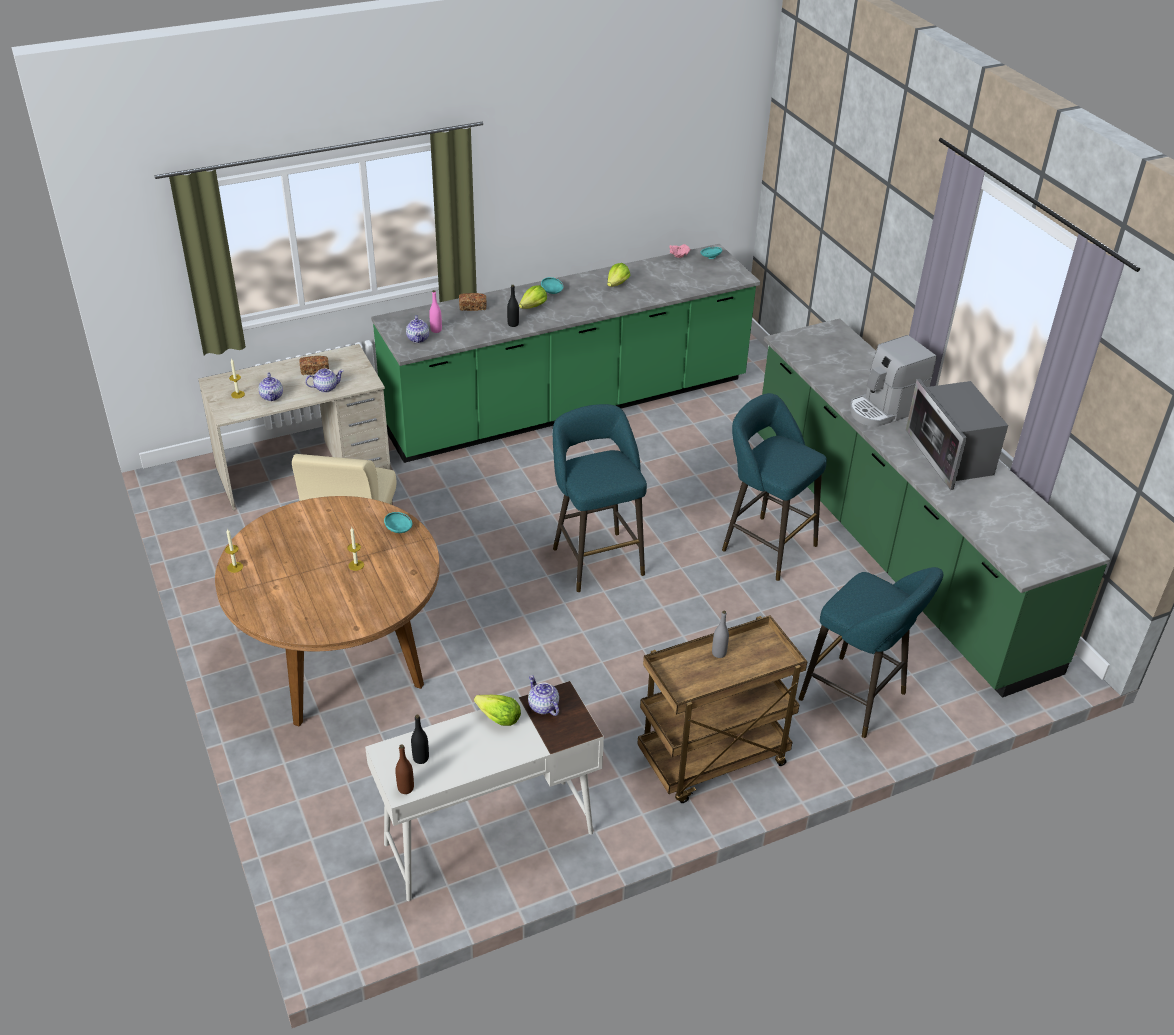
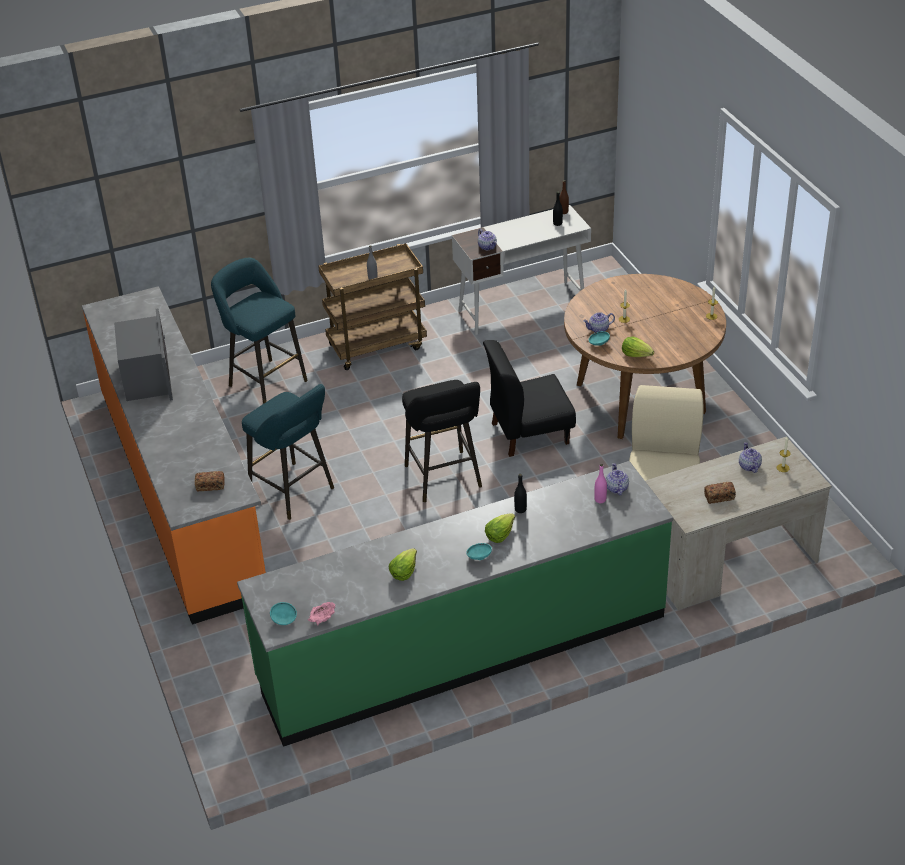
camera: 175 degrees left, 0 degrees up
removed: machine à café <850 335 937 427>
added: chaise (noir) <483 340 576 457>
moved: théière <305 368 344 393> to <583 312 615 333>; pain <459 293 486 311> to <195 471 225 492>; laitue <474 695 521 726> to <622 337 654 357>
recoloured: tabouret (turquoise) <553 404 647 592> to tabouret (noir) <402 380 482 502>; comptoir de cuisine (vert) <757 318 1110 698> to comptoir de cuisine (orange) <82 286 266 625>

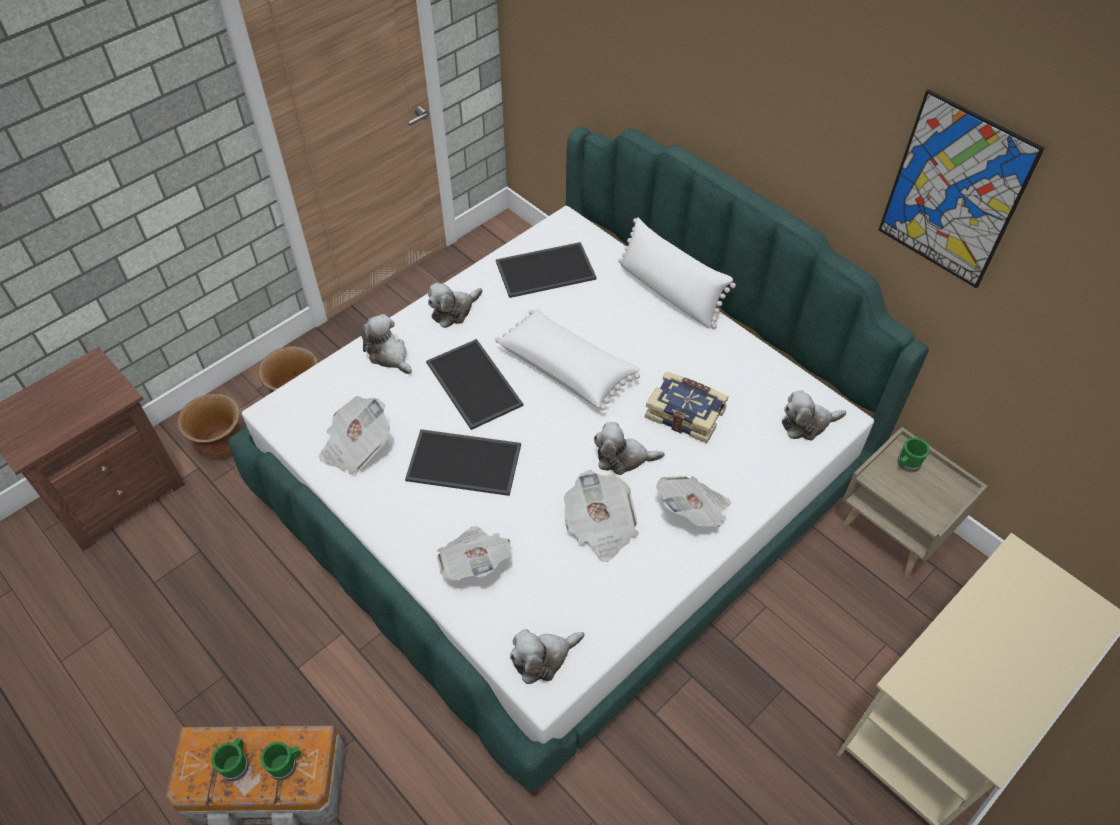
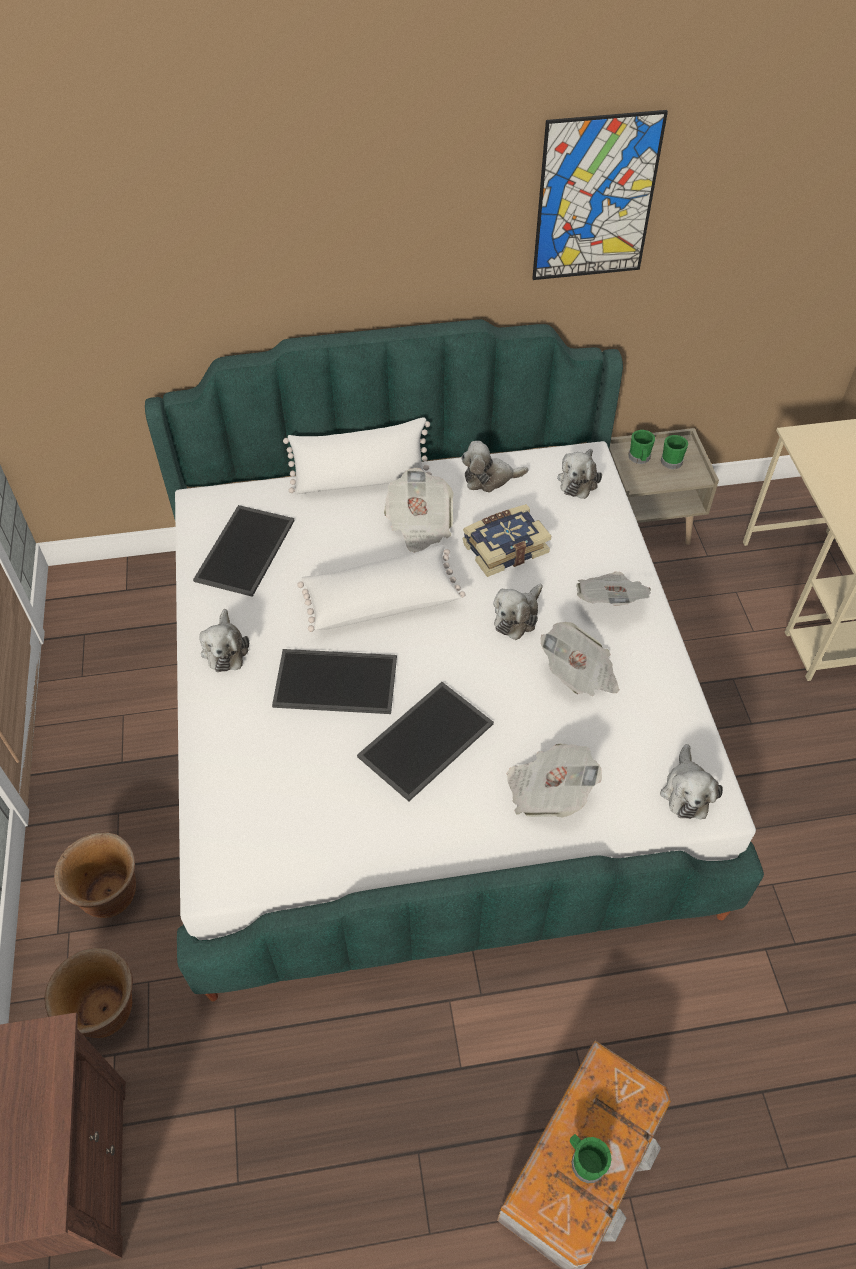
camera: 55 degrees left, 0 degrees up
moved: mug (vert) <260 741 301 781> to <661 435 688 469>; journal <319 396 390 475> to <384 468 453 553>; peluche <361 314 412 374> to <461 441 528 492>

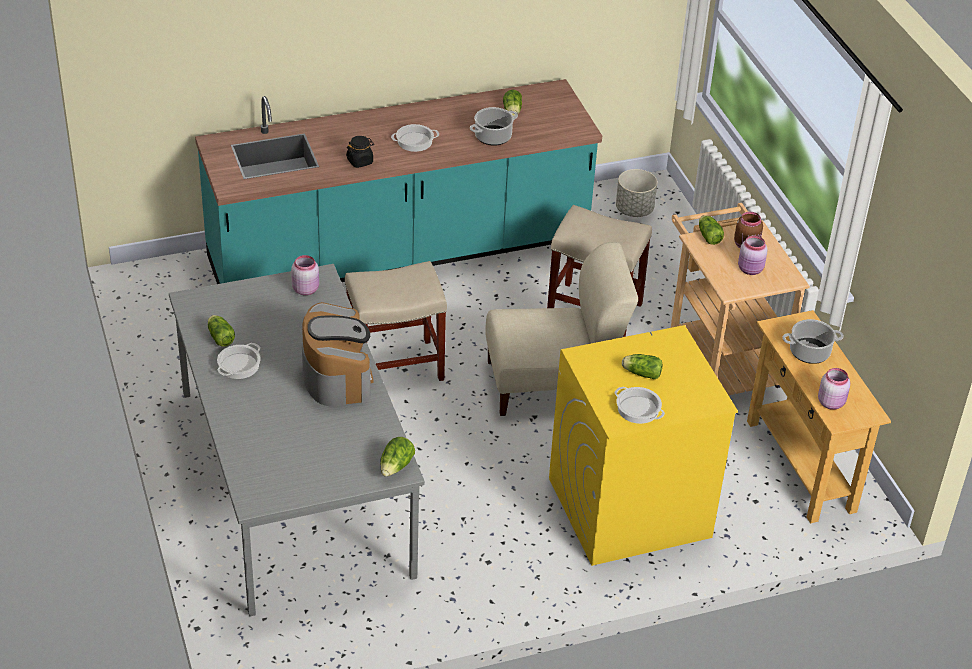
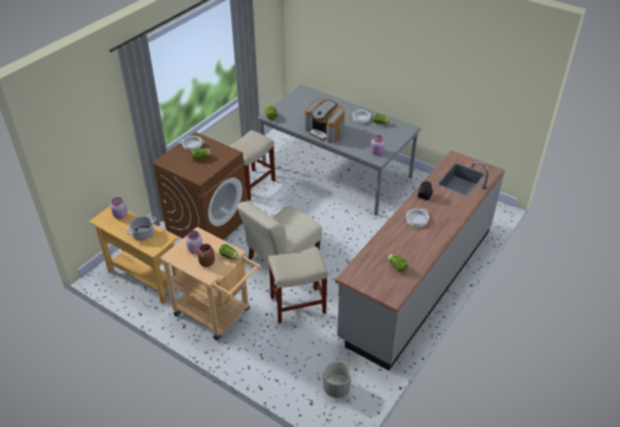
camera: 145 degrees right, 0 degrees up
removed: marmite <470 107 518 146>
moved: tabouret (beige) <345 261 447 381> to <229 130 275 201>
recoloured: comptoir de cuisine (turquoise) <195 79 602 284> to comptoir de cuisine (gris) <335 150 505 371>; lave-linge (jaune) <549 325 738 566> to lave-linge (marron) <152 132 247 240>

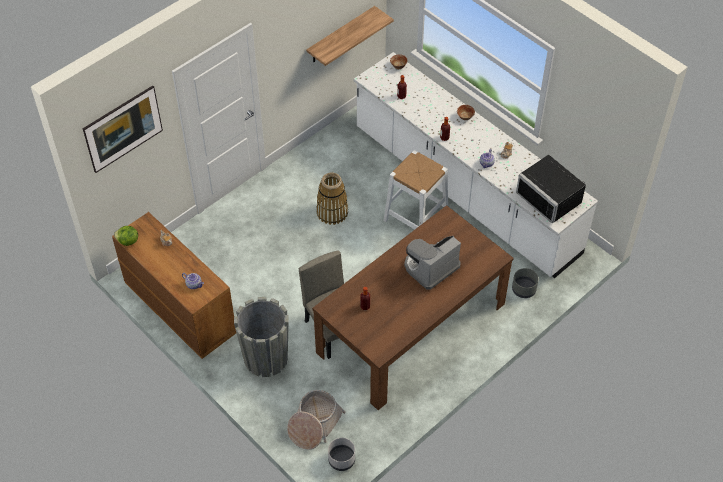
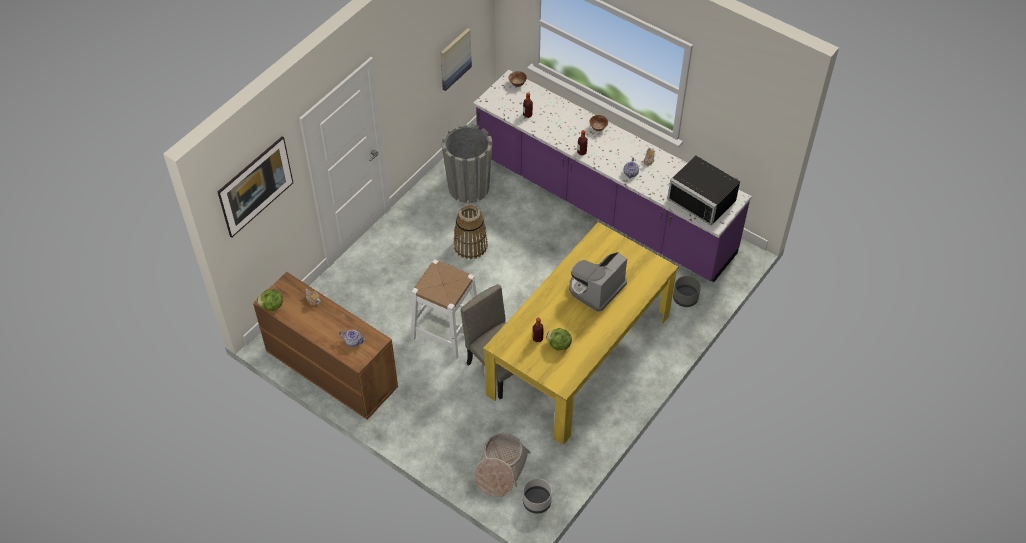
camera: 10 degrees left, 0 degrees up
added: laitue <546 328 572 350>
moved: cache-pot (gris) <234 297 289 377> to <441 124 493 203>; tabouret (blanc) <384 150 448 229> to <411 259 477 360>
replaced: étagère <306 6 394 66> to tableau <440 28 472 91>
recoloured: table à manger (marron) <312 205 514 410> to table à manger (jaune) <483 222 678 445>; comptoir de cuisine (blanc) <354 52 598 278> to comptoir de cuisine (violet) <473 70 752 282>

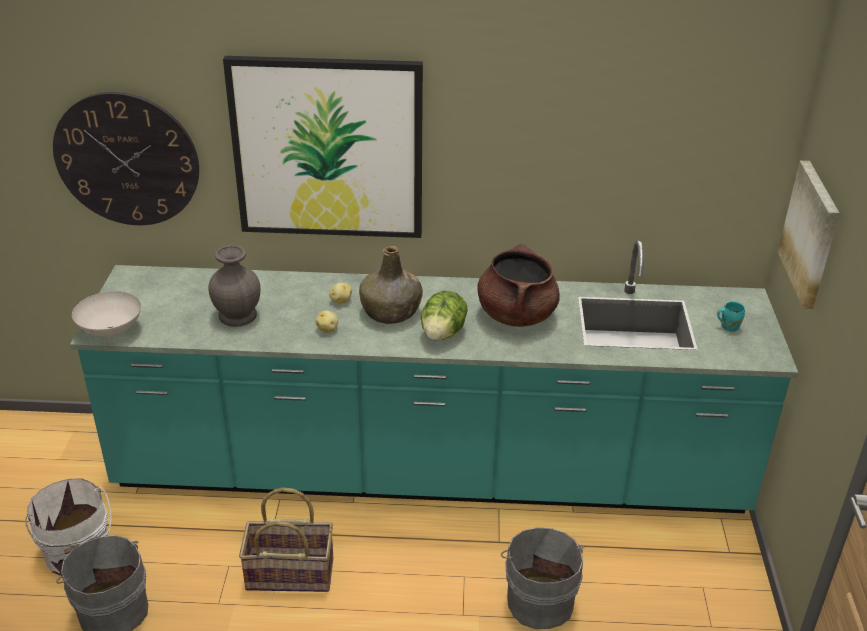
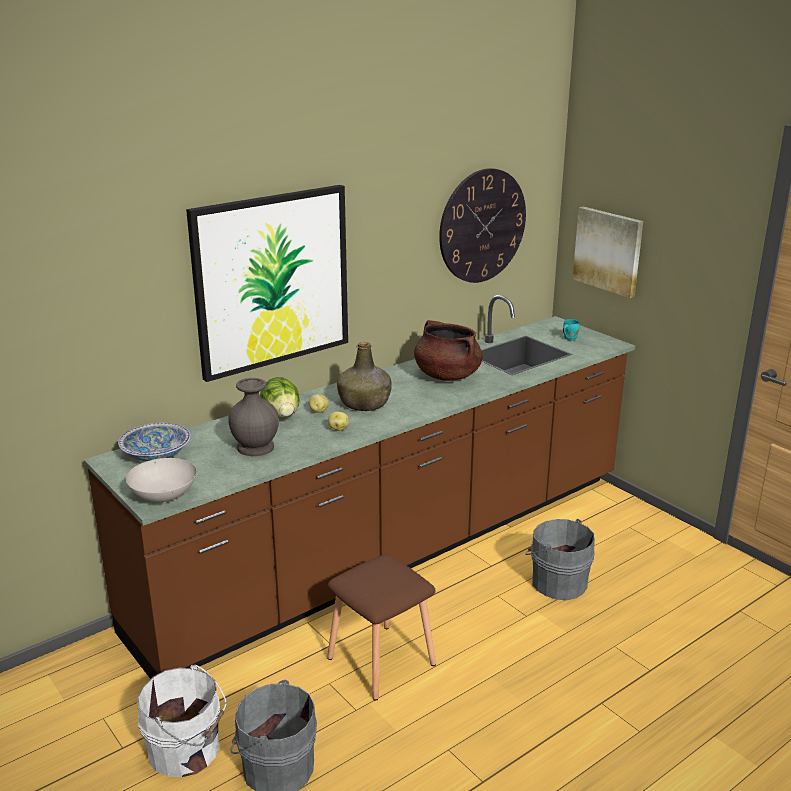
camera: 40 degrees left, 10 degrees down
added: bol <118 423 190 461>
moved: horloge murale <53 92 199 225> to <439 168 526 283>; laitue <421 291 468 341> to <260 377 300 418>
replaced: panier <239 487 333 592> to tabouret (marron) <327 554 436 701>
recoloured: comptoir de cuisine (turquoise) <70 240 798 513> to comptoir de cuisine (marron) <84 295 635 679>

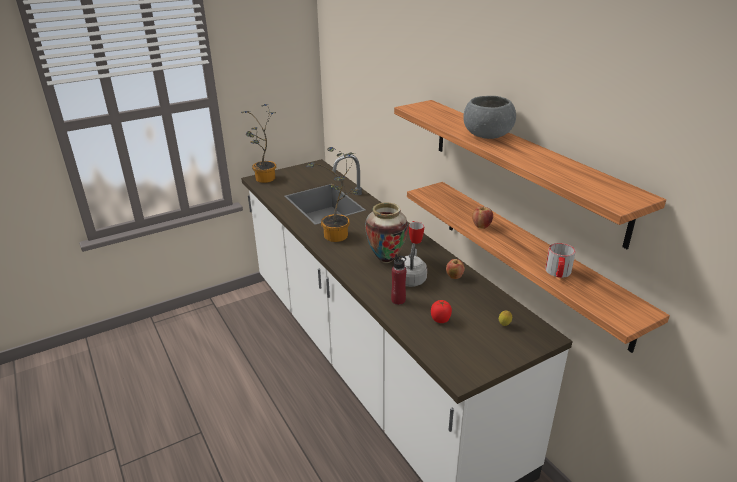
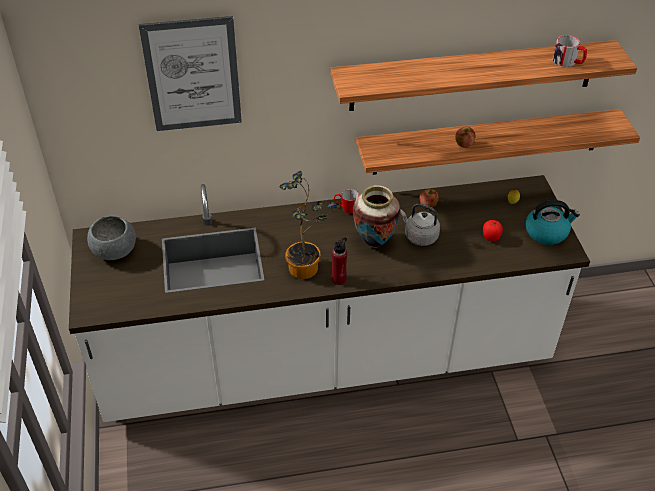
camera: 70 degrees left, 15 degrees up
removed: plante en pot <241 104 276 183>
added: tableau <139 16 242 131>; bouilloire <525 200 580 245>
moved: bouteille (rouge) <391 254 406 305> to <331 238 347 285>; bol (gris) <463 96 516 139> to <87 216 136 260>; mug <545 243 576 278> to <553 35 587 67>

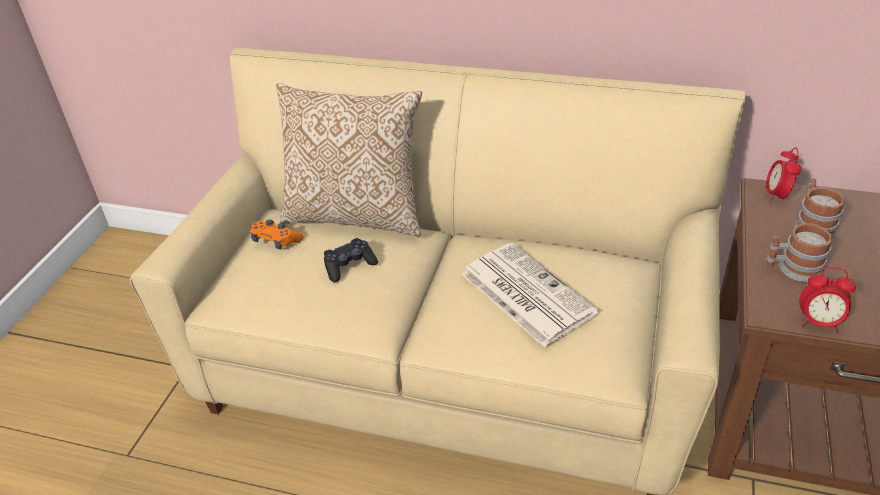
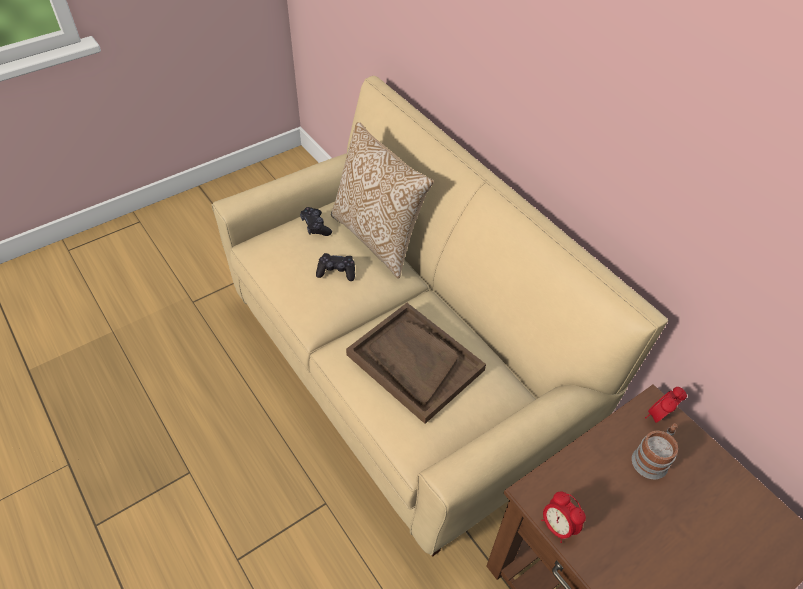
camera: 35 degrees right, 10 degrees up
removed: mug <767 223 833 282>
replaced: journal <462 243 598 347> to plateau (marron) <346 303 486 424>
recoloured: manette (orange) <250 219 303 250> to manette (noir) <300 207 332 236>

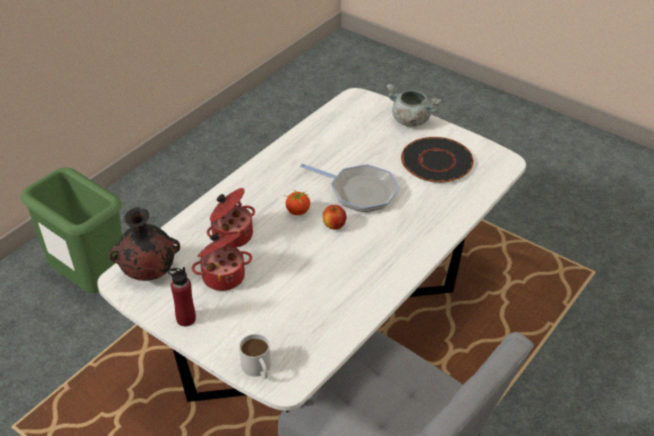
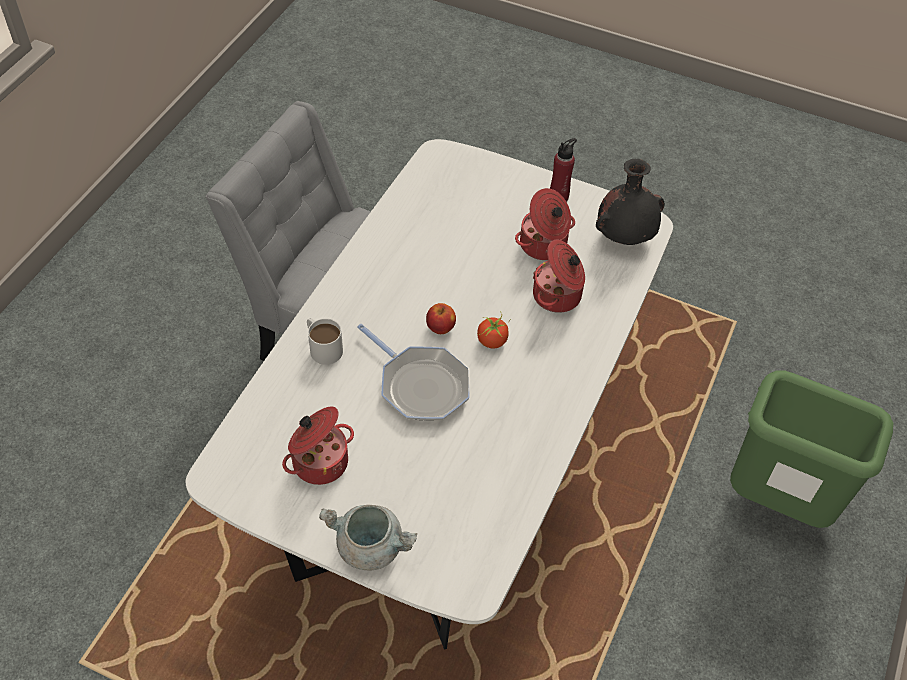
camera: 165 degrees right, 10 degrees up
moved: mug (blanc) <239 334 271 379> to <307 318 343 365>
replaced: assiette (noir) <401 137 474 183> to marmite <282 407 354 485>
turned: poêle <300 164 399 212> = <357 324 470 420> 150 degrees counterclockwise

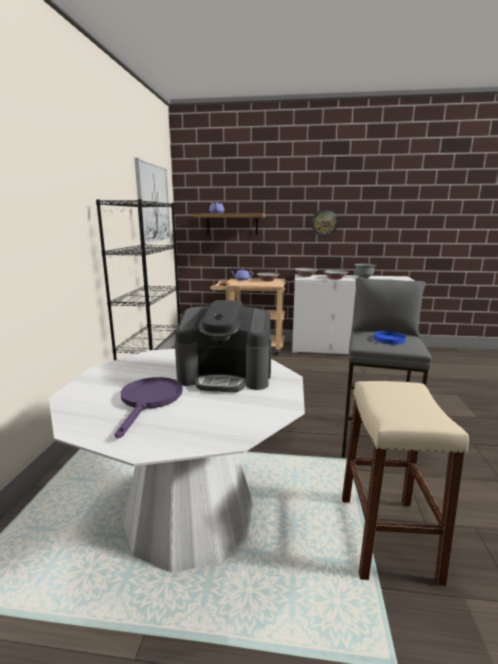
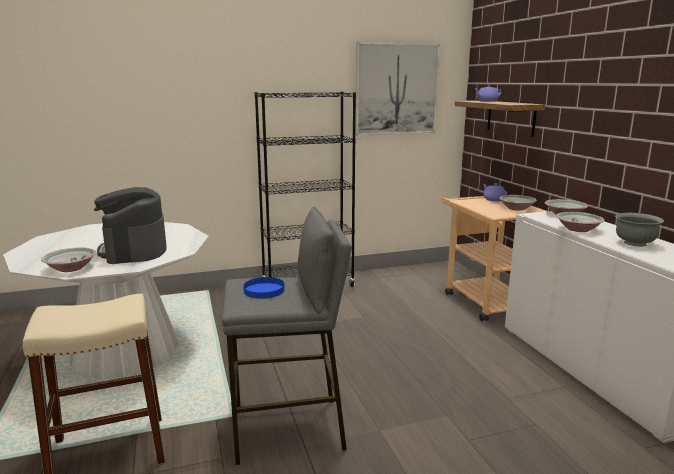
camera: 65 degrees right, 0 degrees up
removed: poêle (violet) <115 377 183 439>; horloge murale <311 210 338 237>
added: bol <41 248 96 272>

